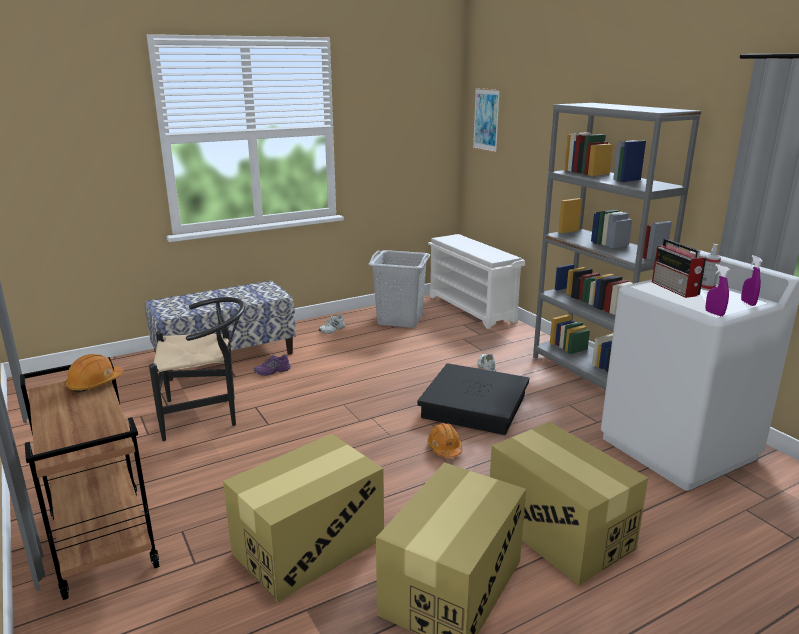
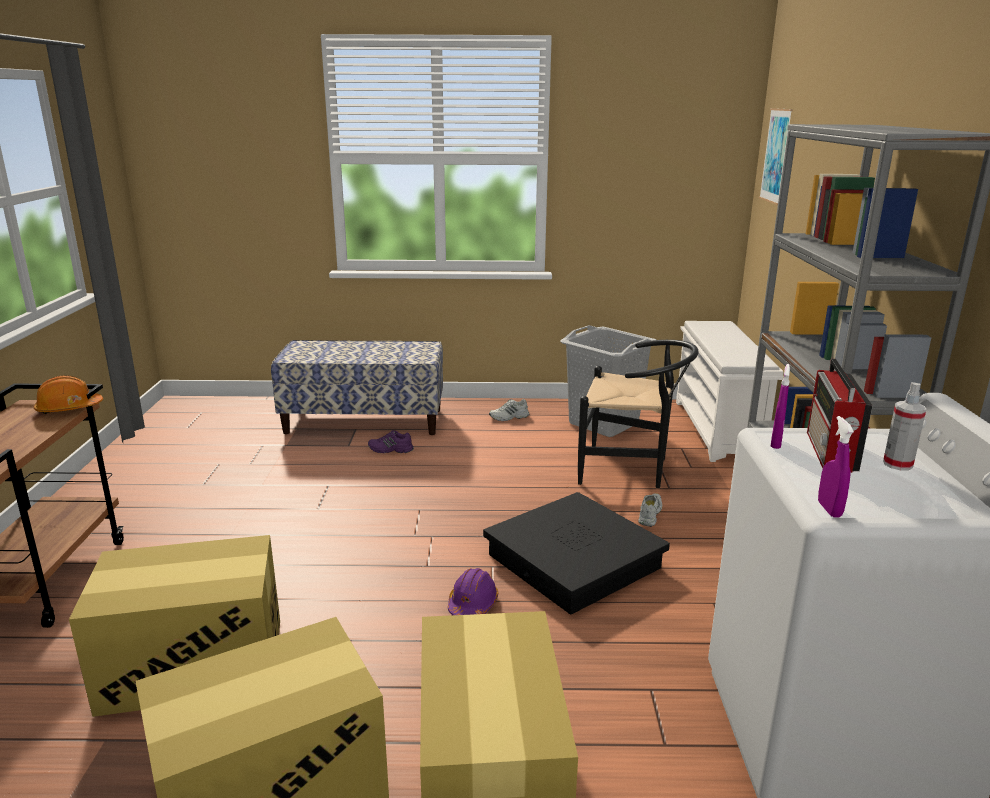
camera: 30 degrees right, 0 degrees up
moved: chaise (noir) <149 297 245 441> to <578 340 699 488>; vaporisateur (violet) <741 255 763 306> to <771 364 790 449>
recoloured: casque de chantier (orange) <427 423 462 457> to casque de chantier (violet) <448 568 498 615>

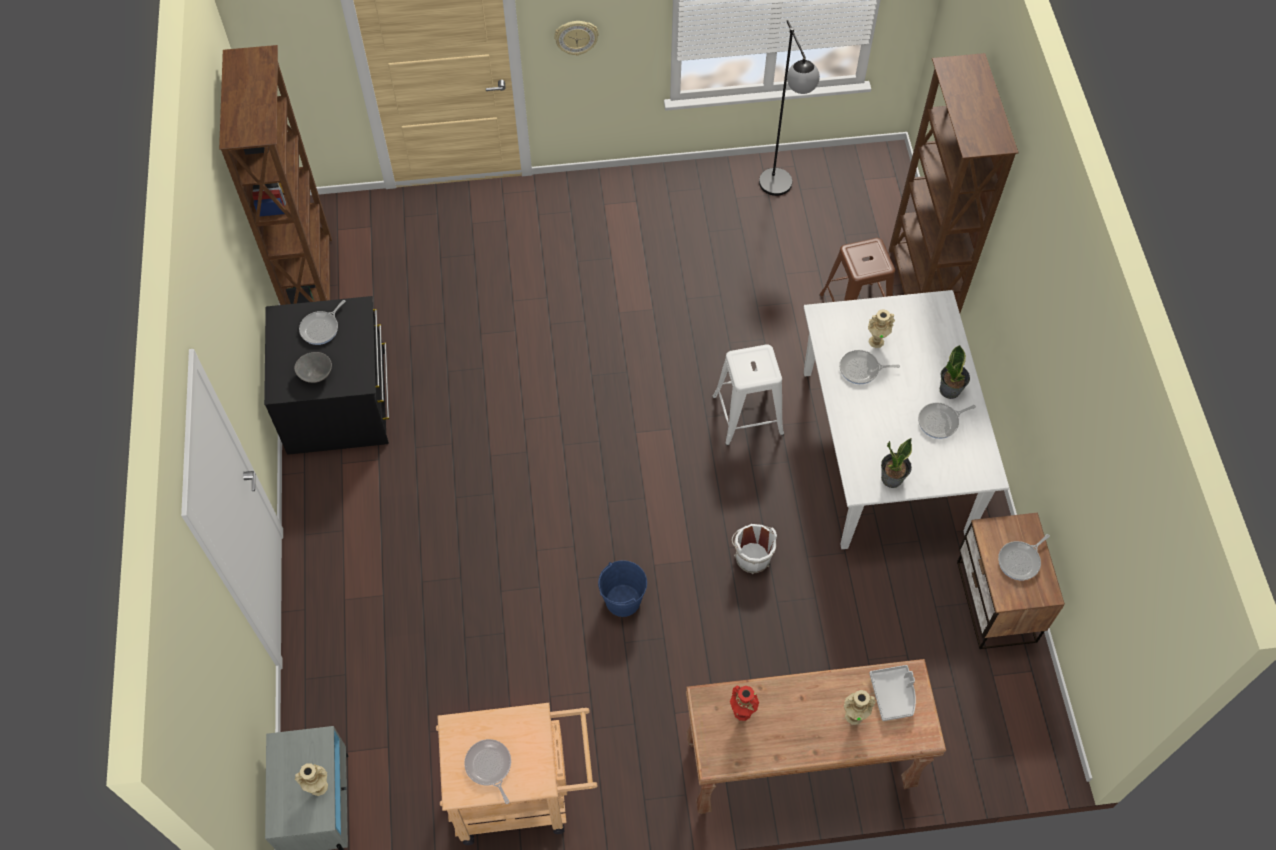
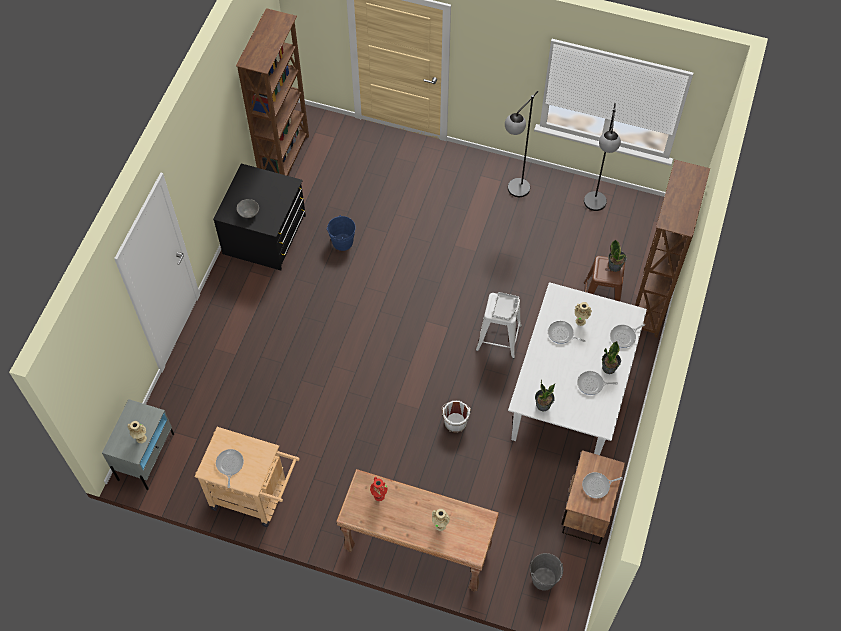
camera: 25 degrees right, 0 degrees up
removed: horloge murale <554 21 599 56>
added: lampadaire (noir) <505 91 538 197>; seau (gris) <530 553 563 590>; plante en pot <608 240 627 272>
moved: poêle <299 300 345 345> to <610 324 645 348>; seau (bleu) <598 560 647 617> to <326 215 356 251>; plateau (gris) <869 665 916 721> to <492 292 519 321>

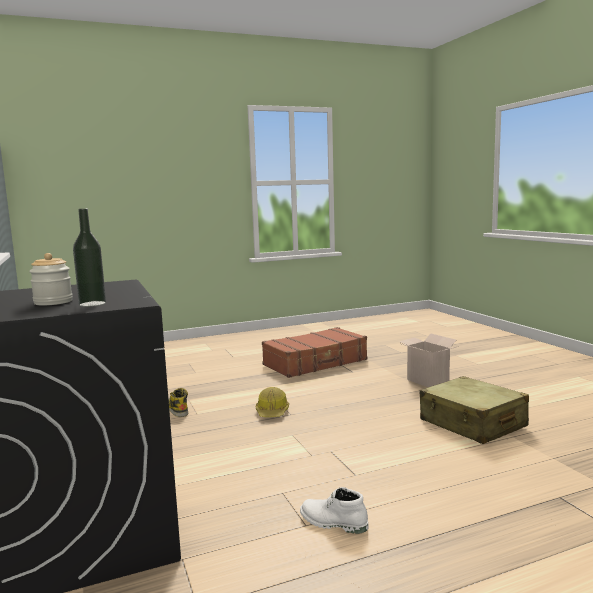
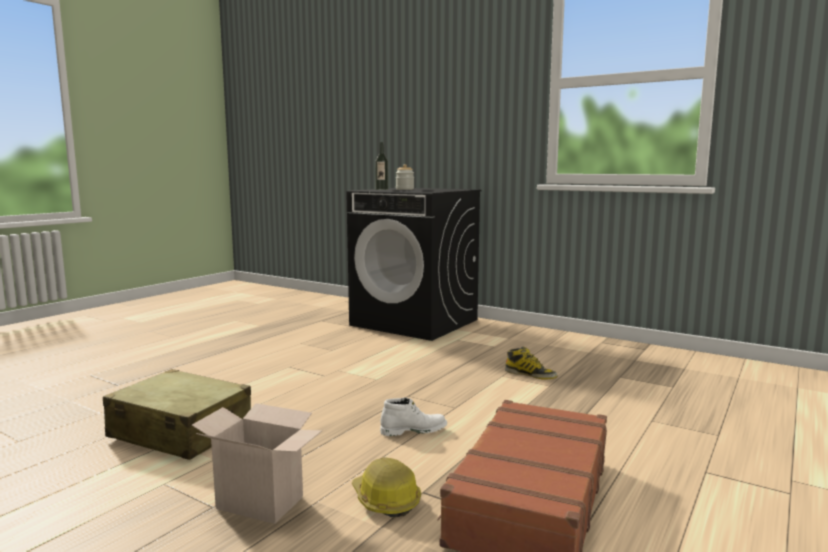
camera: 145 degrees right, 0 degrees up
moved: casque de chantier <256 387 289 417> to <352 457 421 517>; botte (blanc) <300 487 369 534> to <380 397 447 436>

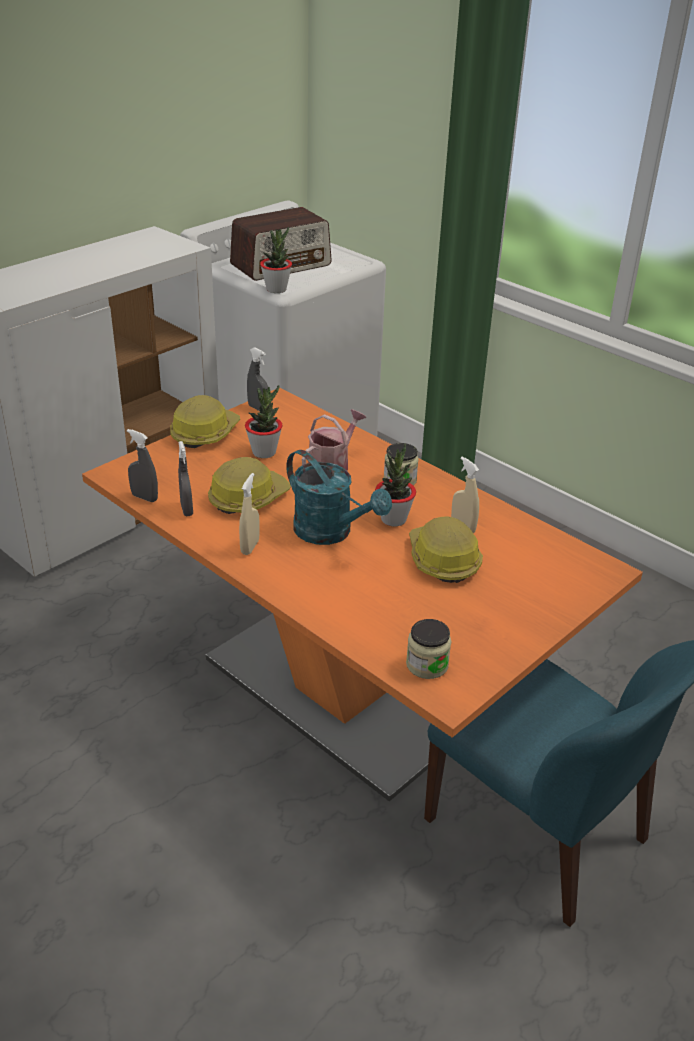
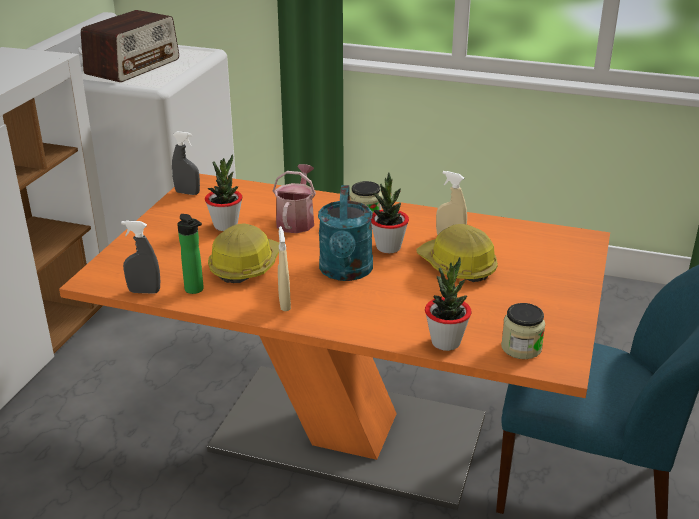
camera: 25 degrees left, 5 degrees down
removed: casque de chantier <170 395 240 448>
moved: plante en pot <260 227 292 293> to <425 257 472 351>
replaced: vaporisateur (gris) <178 441 193 516> to bouteille <177 214 204 294>
turned: arrosoir (turquoise) <286 450 392 545> = <318 185 373 281> 75 degrees clockwise

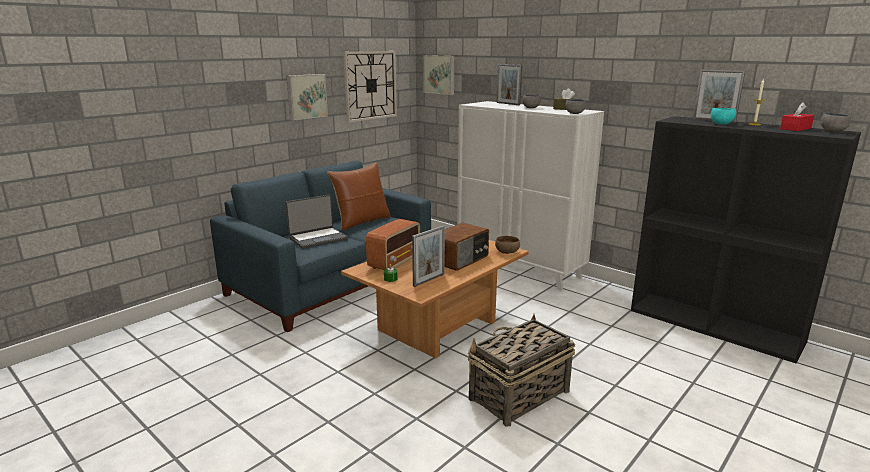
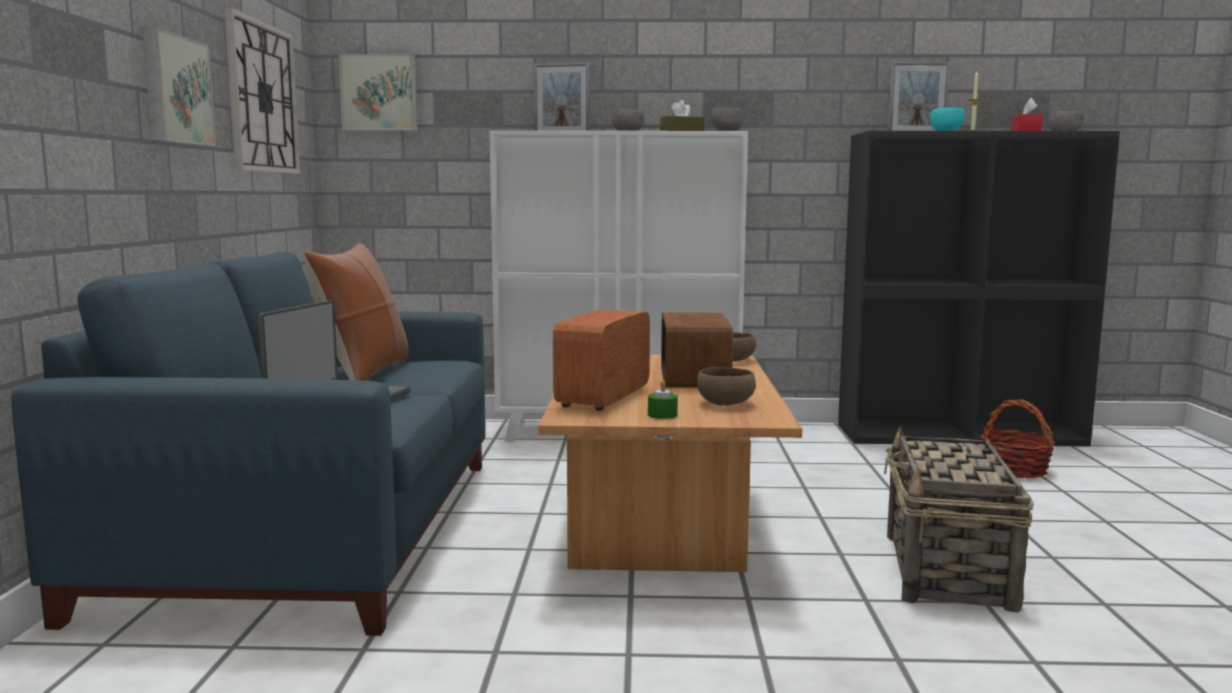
camera: 40 degrees left, 10 degrees down
added: panier <980 399 1055 478>
replaced: cadre photo <412 226 445 287> to bol (marron) <697 367 756 406>
turned: radio <366 219 420 270> = <553 309 650 411> 150 degrees counterclockwise

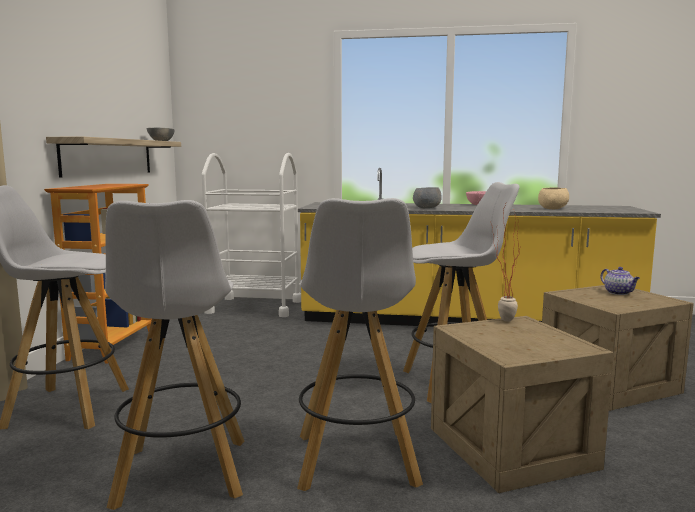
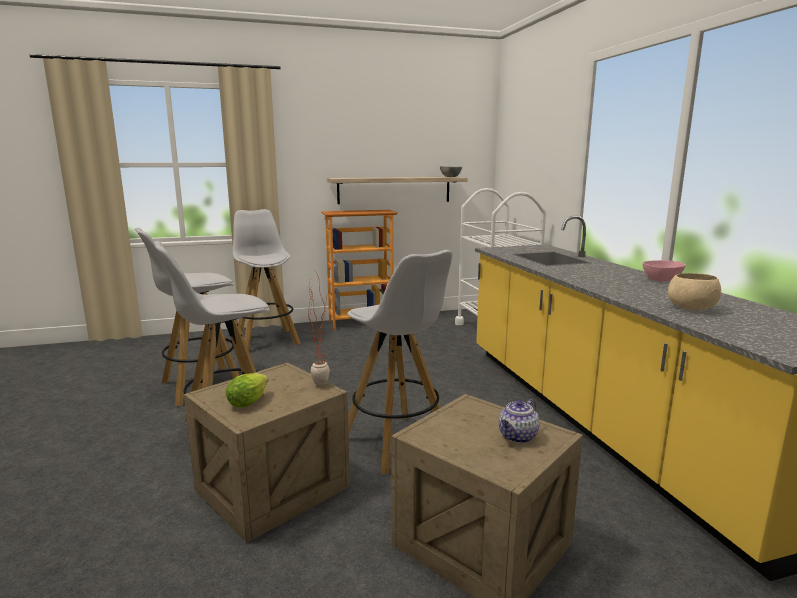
camera: 65 degrees right, 5 degrees up
removed: bol (gris) <413 187 442 208>
added: laitue <226 373 268 408>

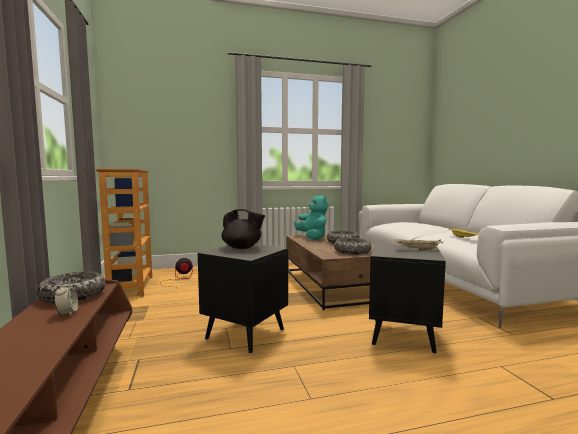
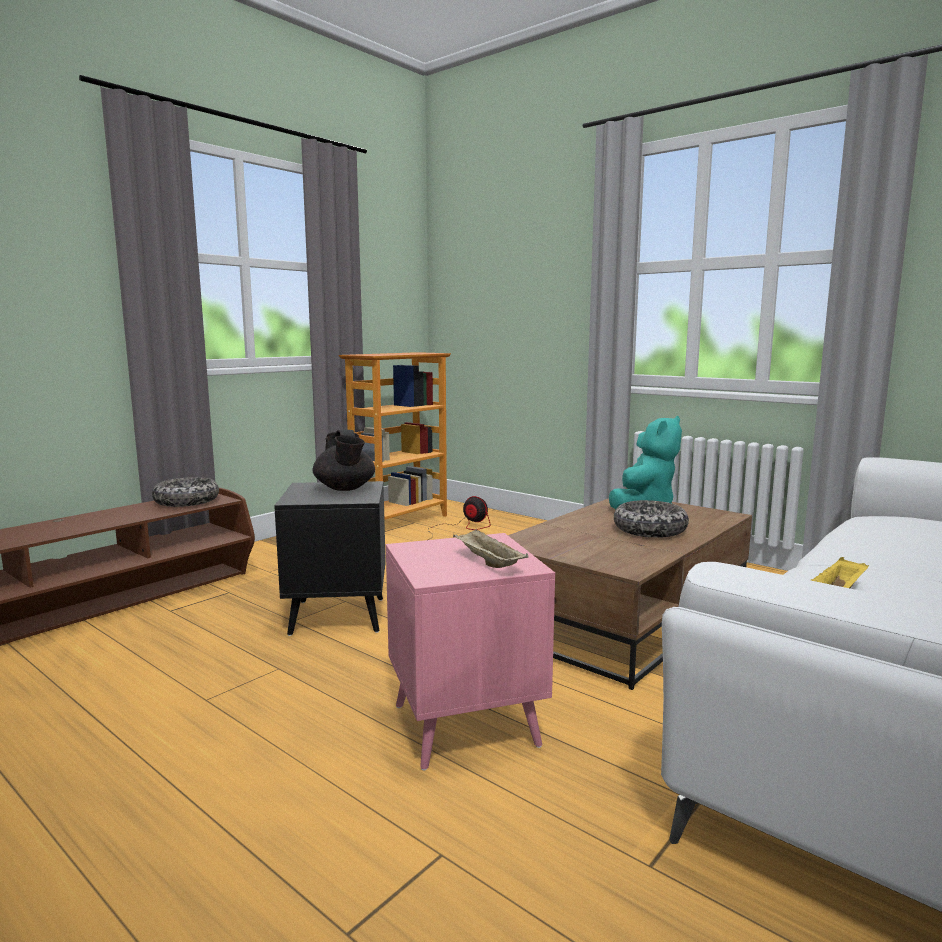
camera: 55 degrees right, 5 degrees up
removed: réveil <54 281 78 316>; bol <334 238 372 255>
recoloured: table d'appoint (noir) <369 244 446 354> to table d'appoint (rose) <386 533 555 770>

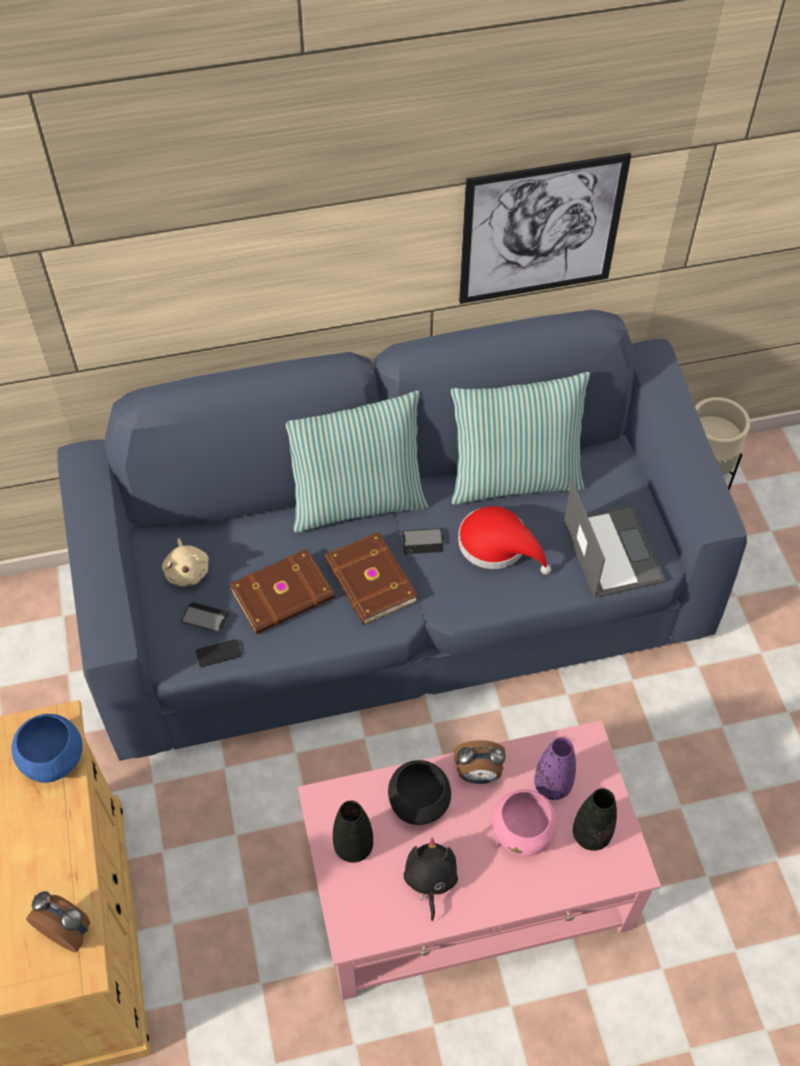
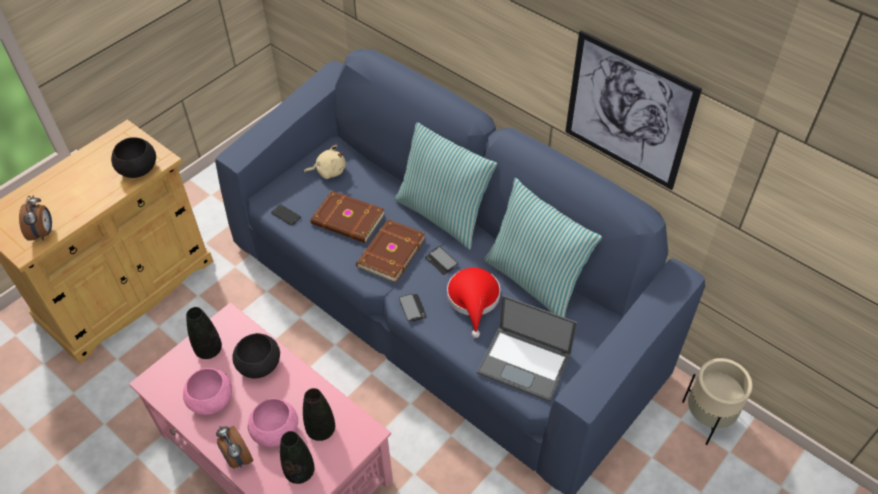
camera: 55 degrees right, 5 degrees down
moved: téléphone <181 602 229 632> to <399 294 427 321>; réveil <454 740 506 784> to <216 426 253 469>
replaced: peluche (noir) <404 838 458 921> to bol (rose) <183 368 232 415>
recoloured: bol (bleu) <12 714 83 783> to bol (noir) <111 137 156 178>; vase (violet) <534 737 576 800> to vase (noir) <303 388 335 441>
turned: peluche (beige) <162 538 209 587> = <304 145 346 179> 135 degrees counterclockwise; ordinateur portable <564 481 665 598> = <477 295 577 402> 75 degrees clockwise

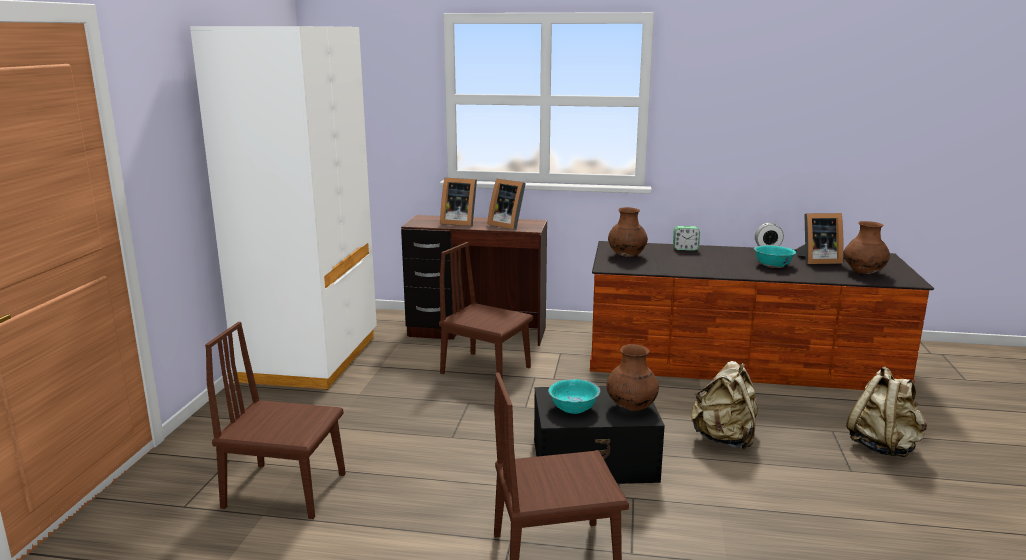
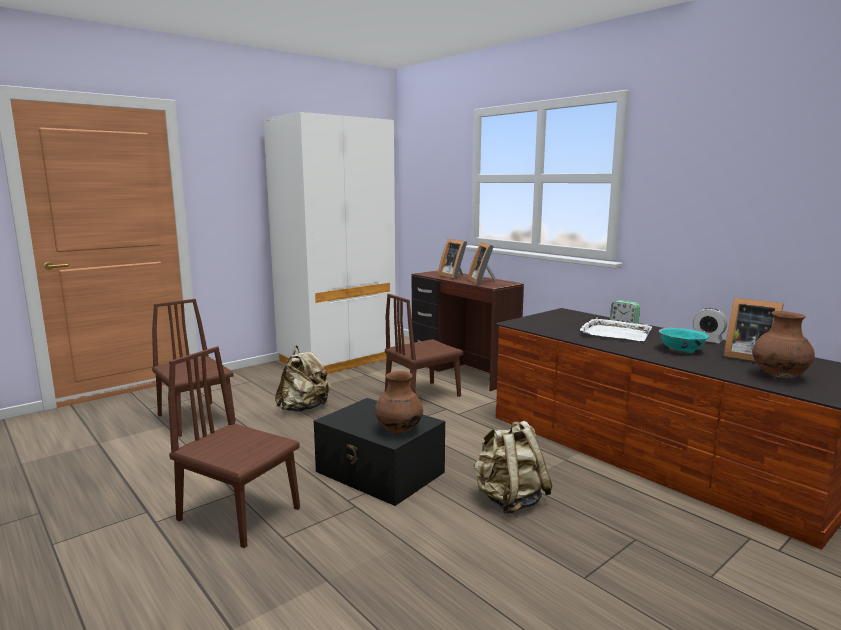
camera: 40 degrees right, 5 degrees down
removed: bol (turquoise) <548 379 600 414>; vase (marron) <608 207 648 257>
added: plateau (blanc) <580 317 652 341>
moved: sac à dos (beige) <846 366 927 457> to <275 346 331 412>
turned: chaise (marron) <439 242 533 380> = <385 294 464 397> 105 degrees counterclockwise

